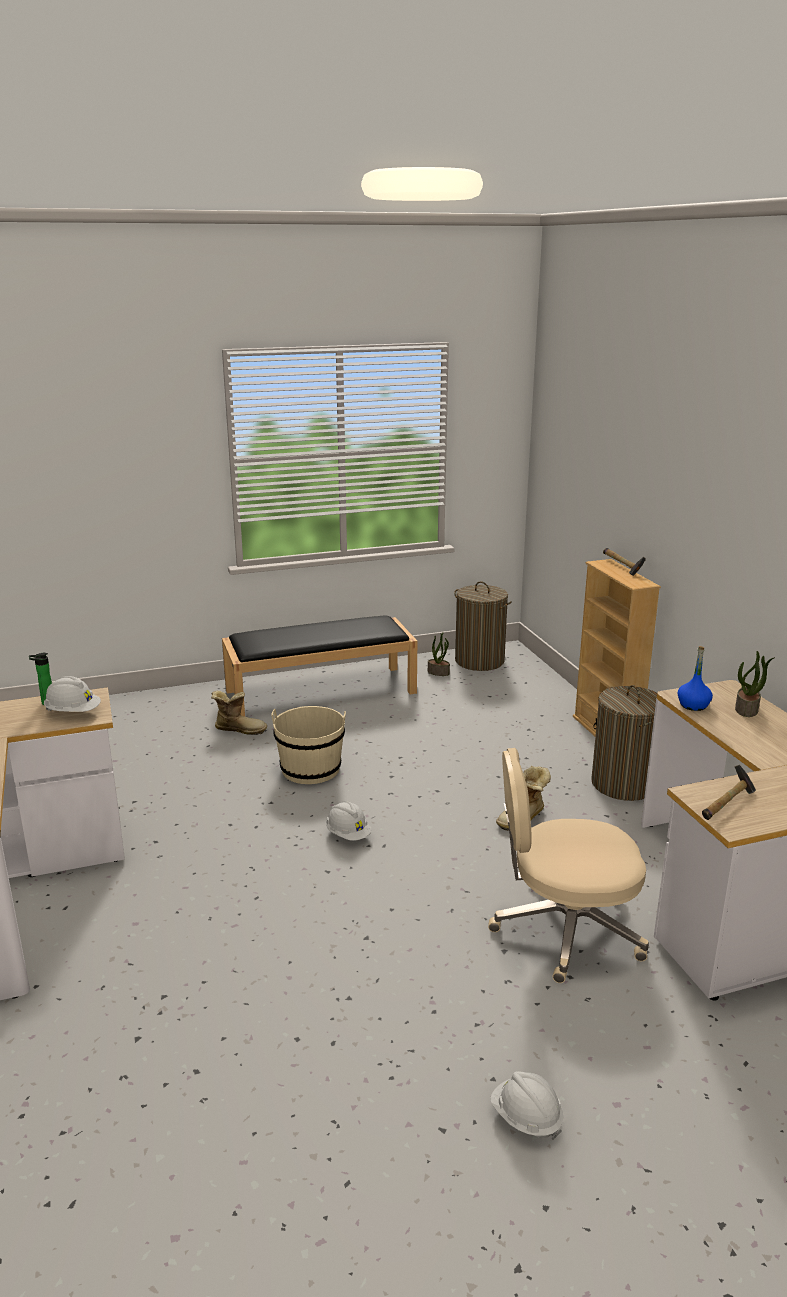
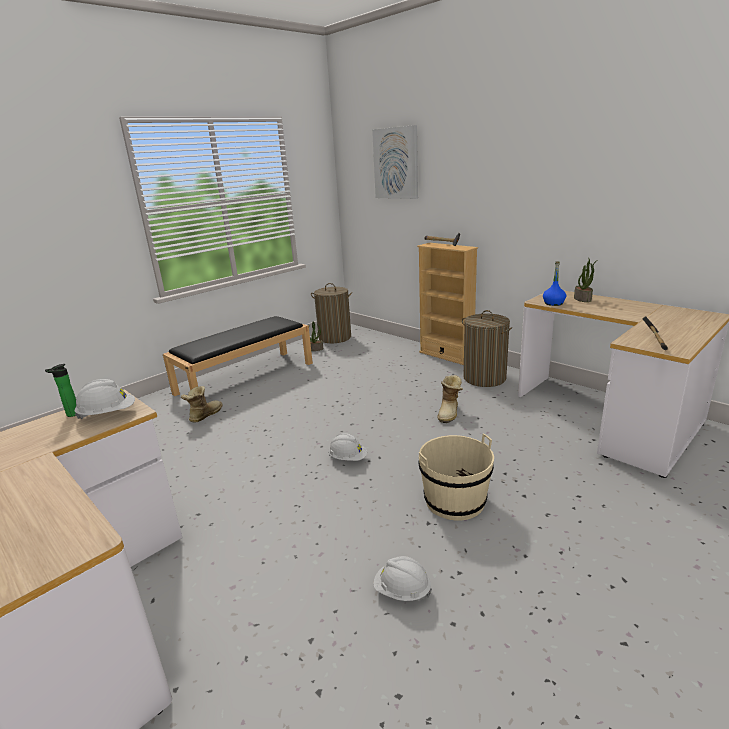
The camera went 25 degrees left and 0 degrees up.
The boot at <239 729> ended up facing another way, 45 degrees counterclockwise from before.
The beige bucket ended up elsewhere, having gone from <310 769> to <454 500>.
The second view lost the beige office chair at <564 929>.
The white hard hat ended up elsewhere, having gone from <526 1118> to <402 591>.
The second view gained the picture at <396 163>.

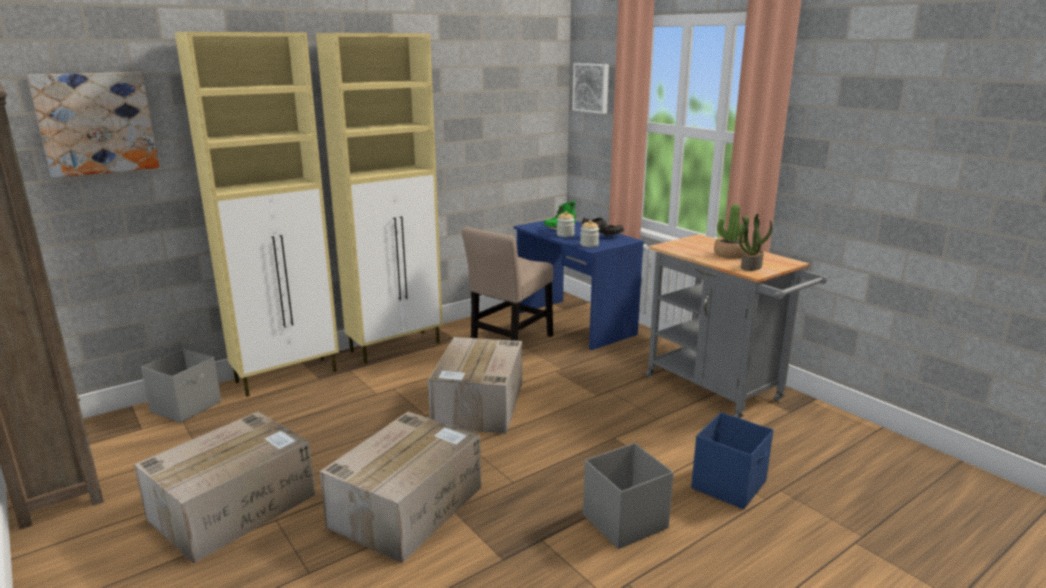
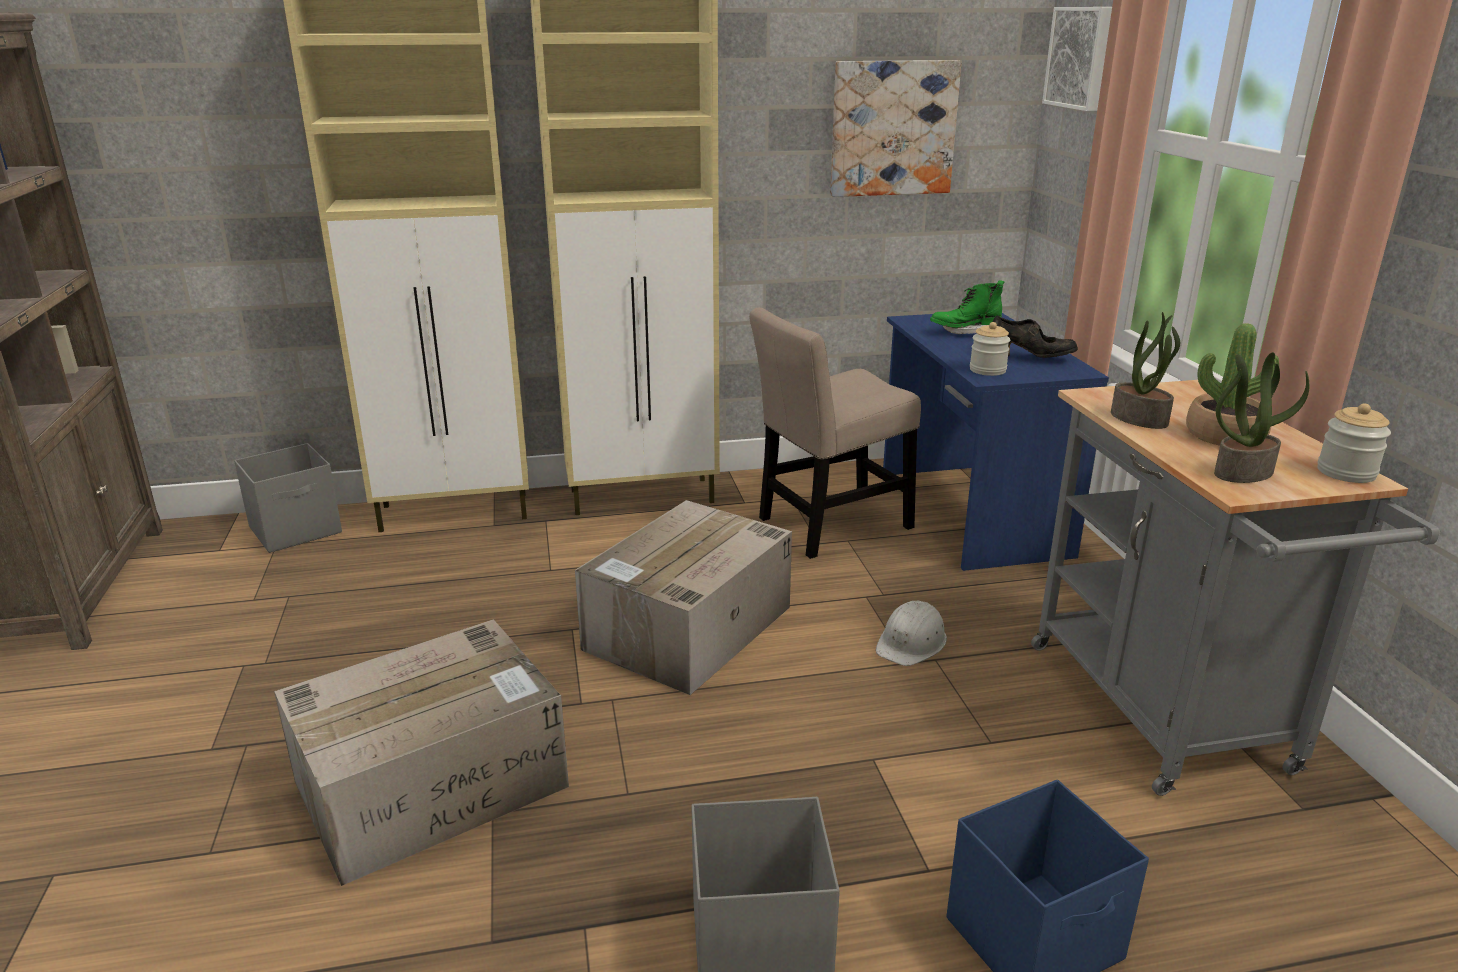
The camera went 25 degrees right and 5 degrees up.
The picture ended up elsewhere, having gone from <96 123> to <892 128>.
The second view lost the cardboard box at <235 506>.
The jar ended up elsewhere, having gone from <565 235> to <1346 472>.
The second view gained the white hard hat at <912 642>.
The second view gained the potted plant at <1140 419>.

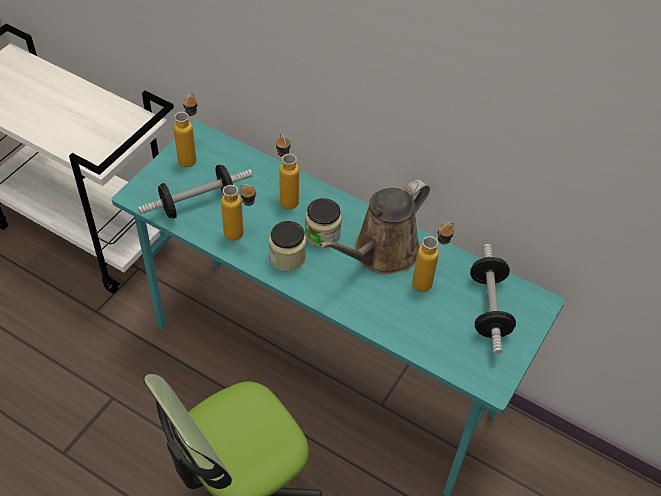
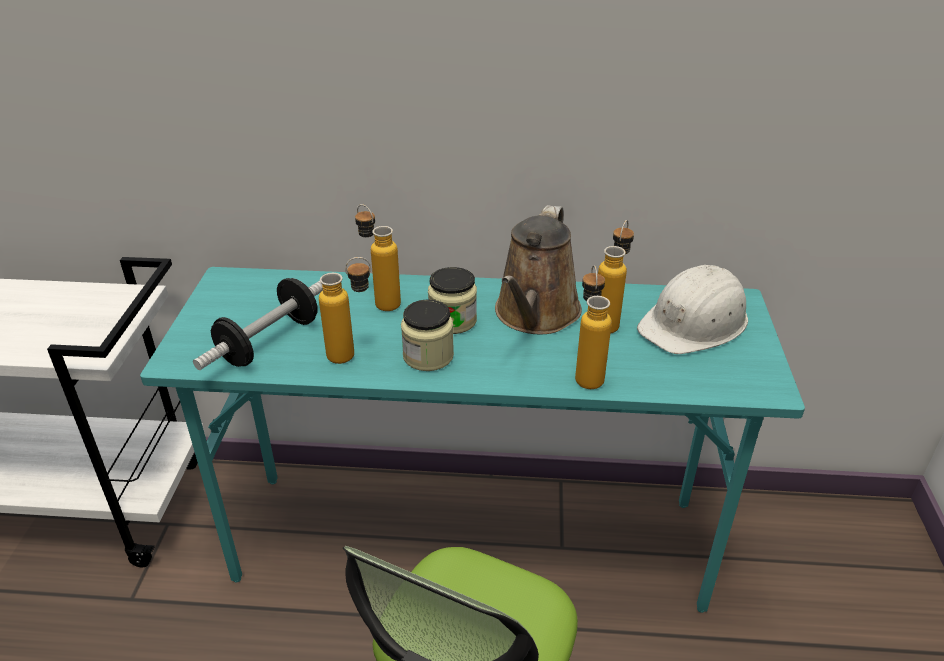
The camera went 25 degrees left and 15 degrees down.
The bottle ended up elsewhere, having gone from <191 156> to <587 373>.
Where the dumbbell stood at <488 308>, the white hard hat came to stand at <695 322>.

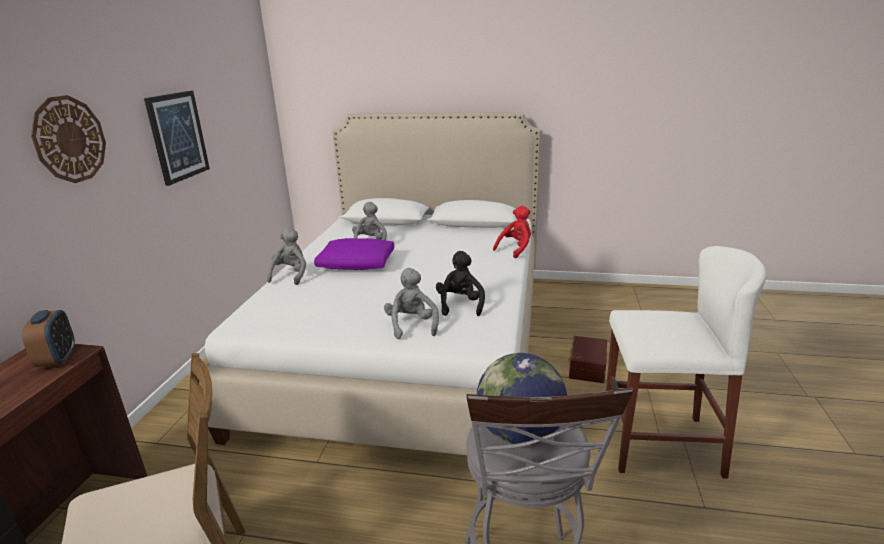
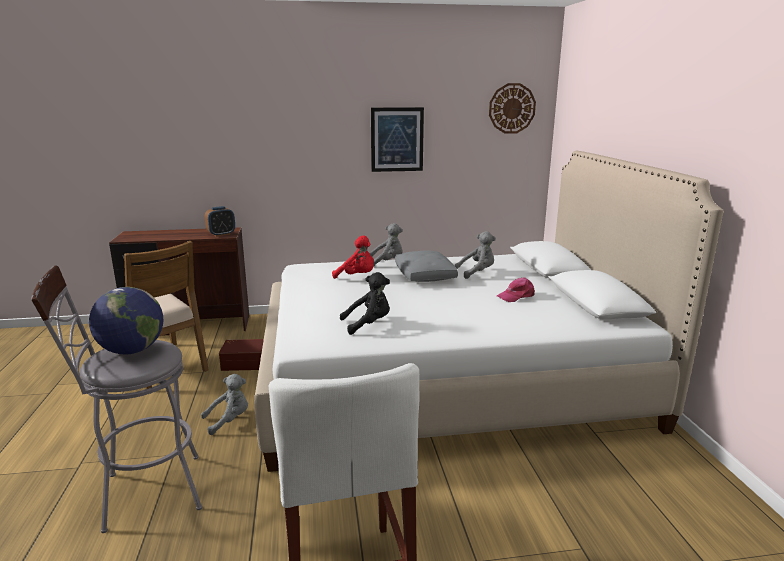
The camera went 70 degrees right and 5 degrees down.
The wall clock ended up elsewhere, having gone from <69 139> to <512 108>.
What was the purple pillow at <357 264> turned into the grey pillow at <425 276>.
The grey plush toy ended up elsewhere, having gone from <412 325> to <229 420>.
The red plush toy ended up elsewhere, having gone from <515 249> to <357 277>.
The brown storage box ended up elsewhere, having gone from <586 367> to <245 362>.
The second view gained the pink cap at <516 296>.

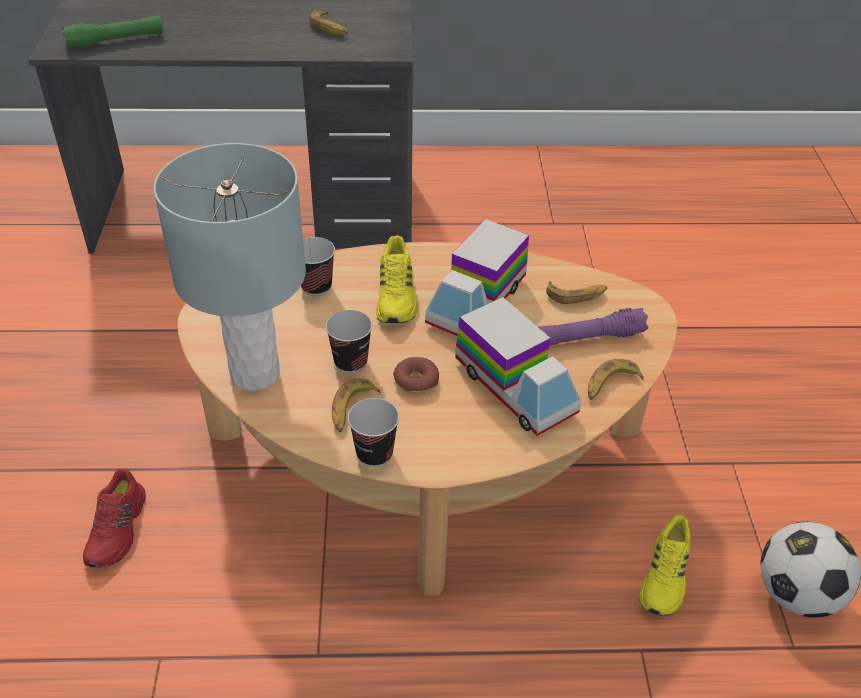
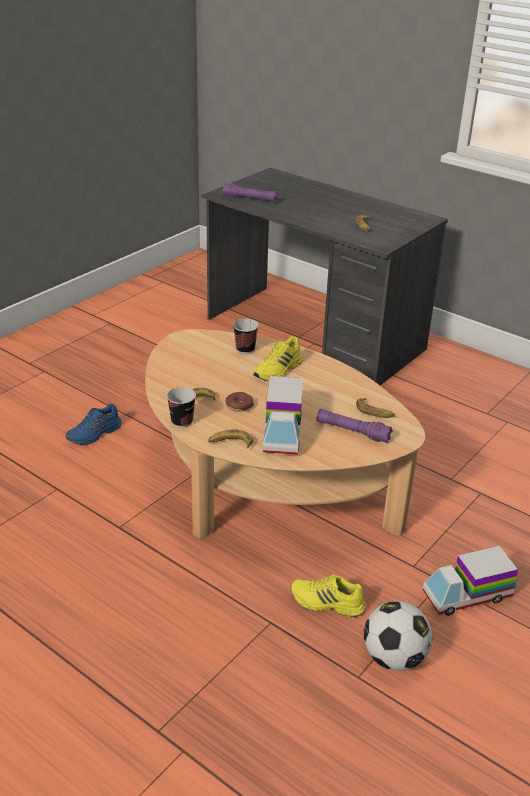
The camera went 40 degrees right and 10 degrees down.
What was the green flashlight at <116 41> turned into the purple flashlight at <250 199>.
What was the red shoe at <118 529> turned into the blue shoe at <95 434>.
The second view lost the grey table lamp at <254 374>.
The second view lost the cup at <350 362>.
The toy truck ended up elsewhere, having gone from <476 302> to <467 595>.
The banana ended up elsewhere, having gone from <610 385> to <230 443>.
The yellow shoe at <666 576> ended up facing another way, 45 degrees clockwise from before.

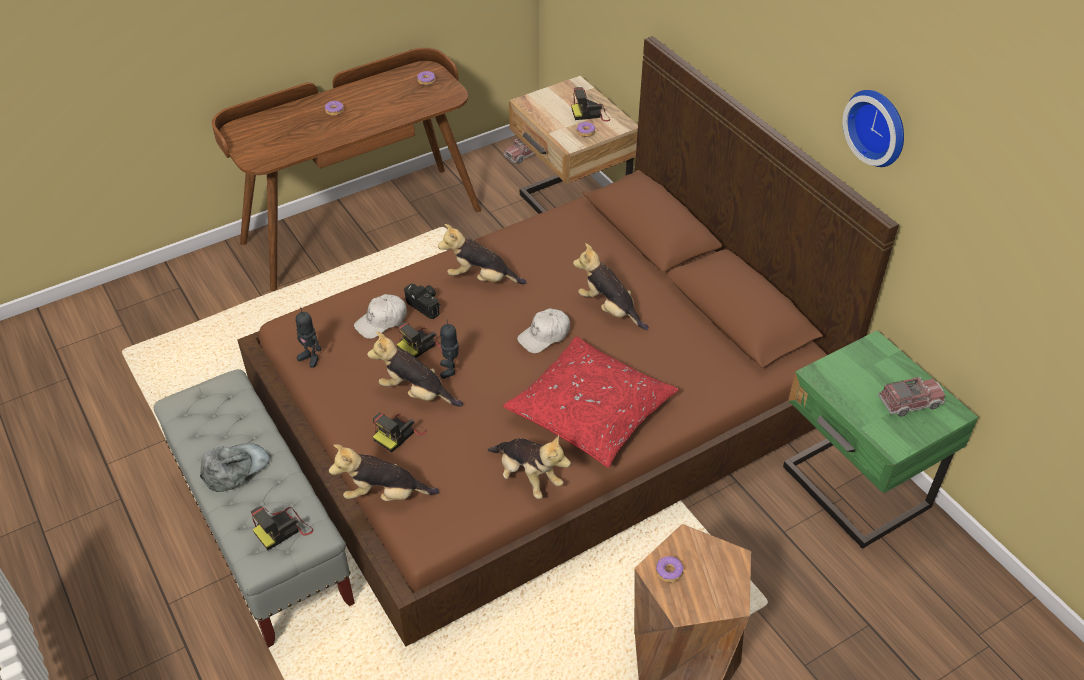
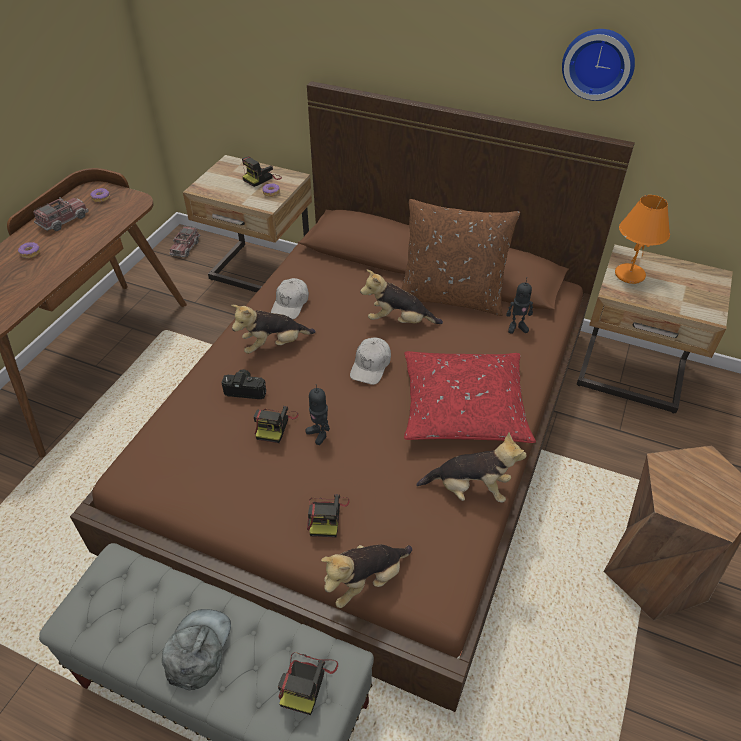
The camera went 35 degrees left and 0 degrees up.
The toy robot ended up elsewhere, having gone from <310 358> to <517 327>.
The white cap ended up elsewhere, having gone from <381 321> to <290 304>.
The second view lost the plush toy at <416 393>.
The second view lost the donut at <668 572>.
What was the green nightstand at <852 490> turned into the beige nightstand at <631 377>.
The toy truck ended up elsewhere, having gone from <909 402> to <63 220>.
The second view gained the brown pillow at <452 297>.
The second view gained the orange table lamp at <629 274>.

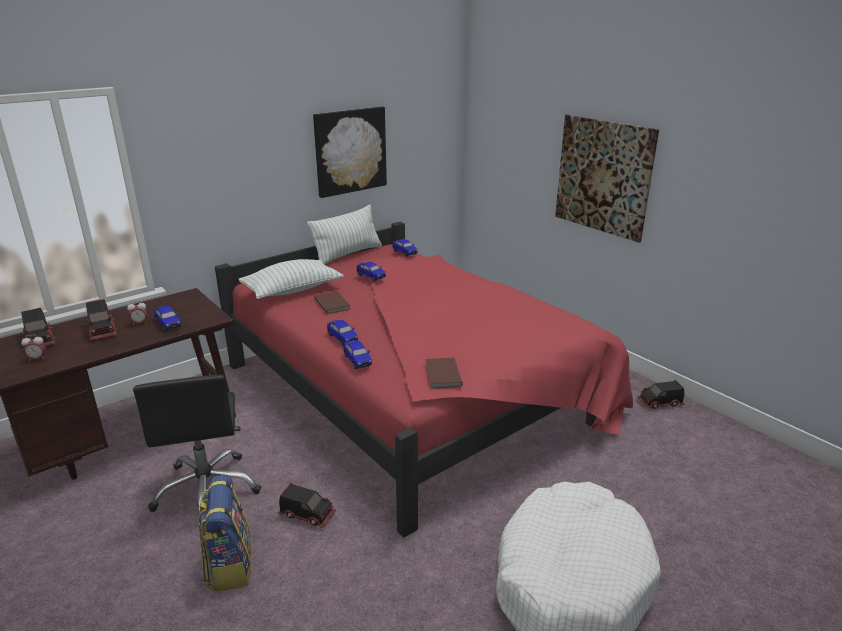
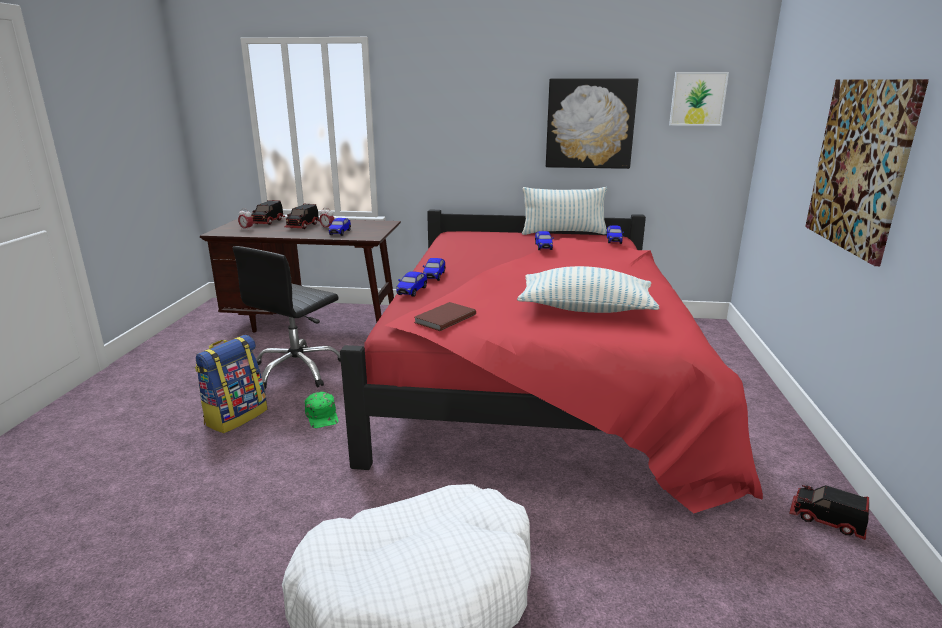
The camera went 45 degrees right and 5 degrees down.
The pillow ended up elsewhere, having gone from <292 290> to <585 309>.
Where the toy truck stood at <307 514>, the green cap came to stand at <322 415>.
The second view lost the brown book at <333 304>.
The second view gained the picture at <698 99>.

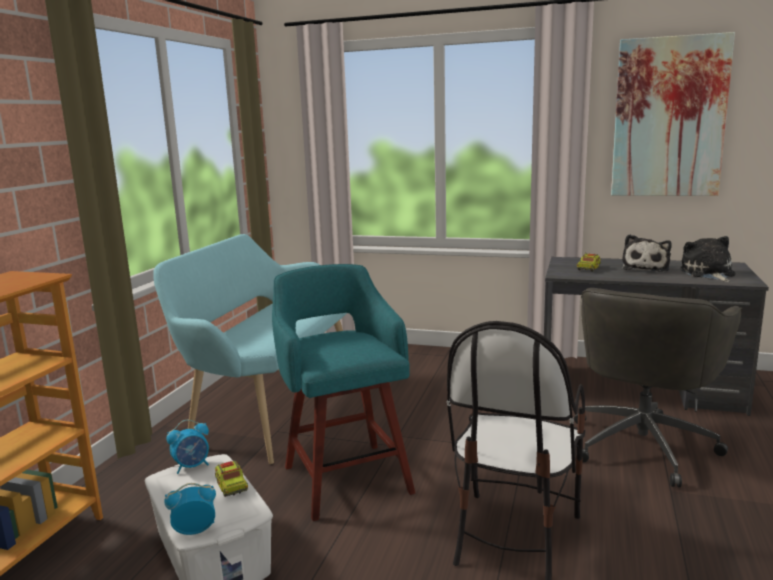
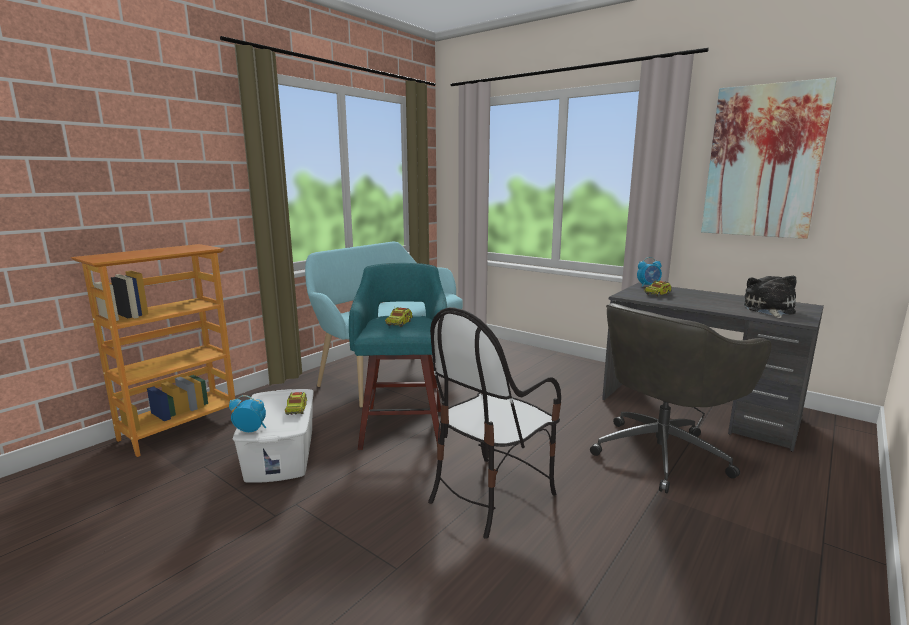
The camera went 20 degrees right and 0 degrees up.
The alarm clock ended up elsewhere, having gone from <192 466> to <648 286>.
The second view lost the plush toy at <645 268>.
The second view gained the toy truck at <399 323>.

